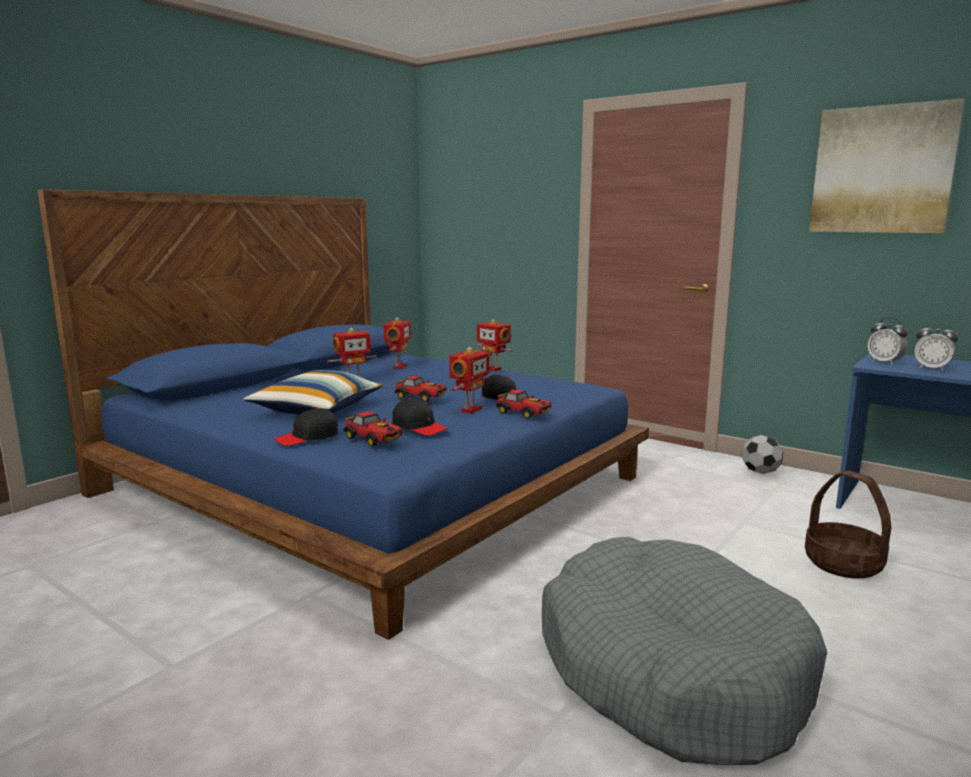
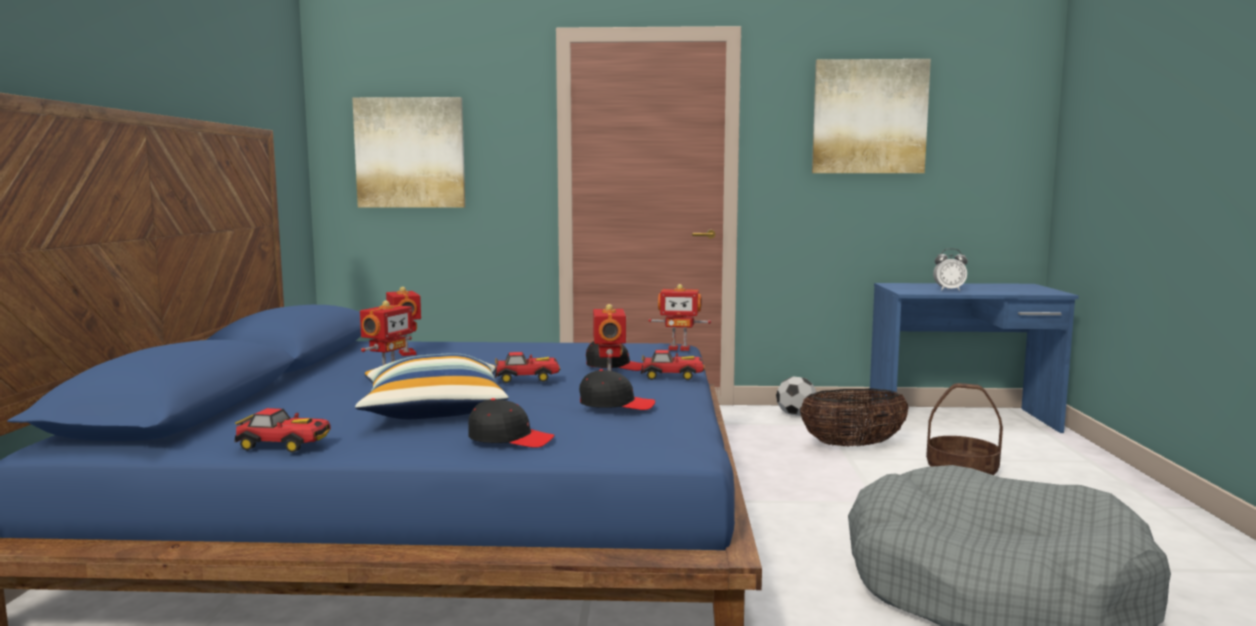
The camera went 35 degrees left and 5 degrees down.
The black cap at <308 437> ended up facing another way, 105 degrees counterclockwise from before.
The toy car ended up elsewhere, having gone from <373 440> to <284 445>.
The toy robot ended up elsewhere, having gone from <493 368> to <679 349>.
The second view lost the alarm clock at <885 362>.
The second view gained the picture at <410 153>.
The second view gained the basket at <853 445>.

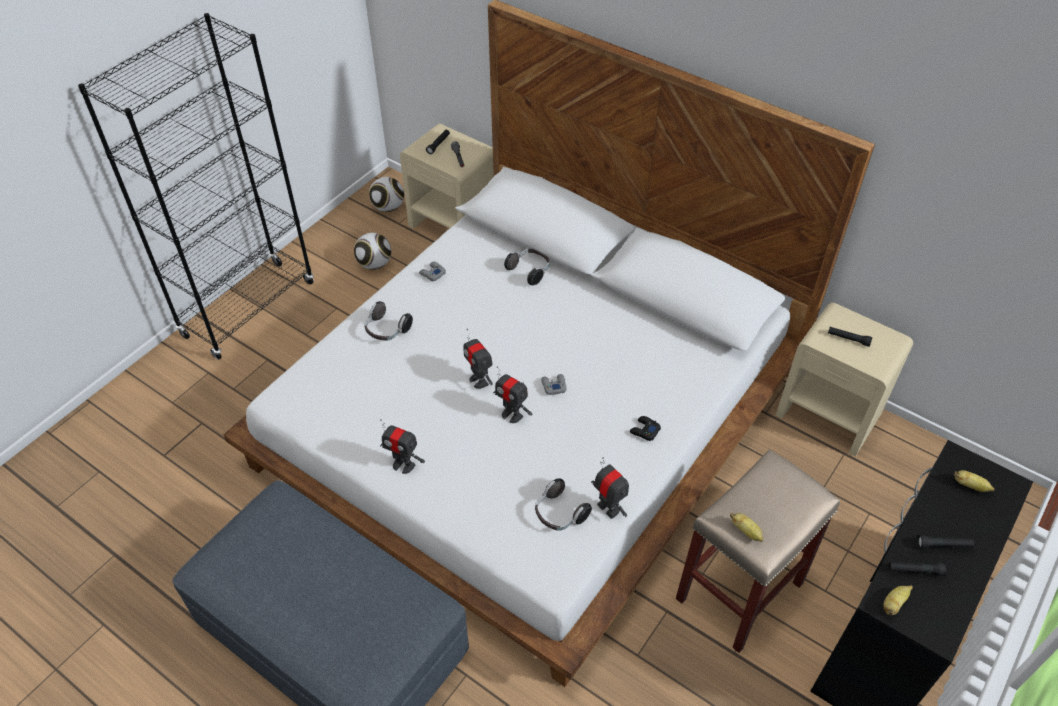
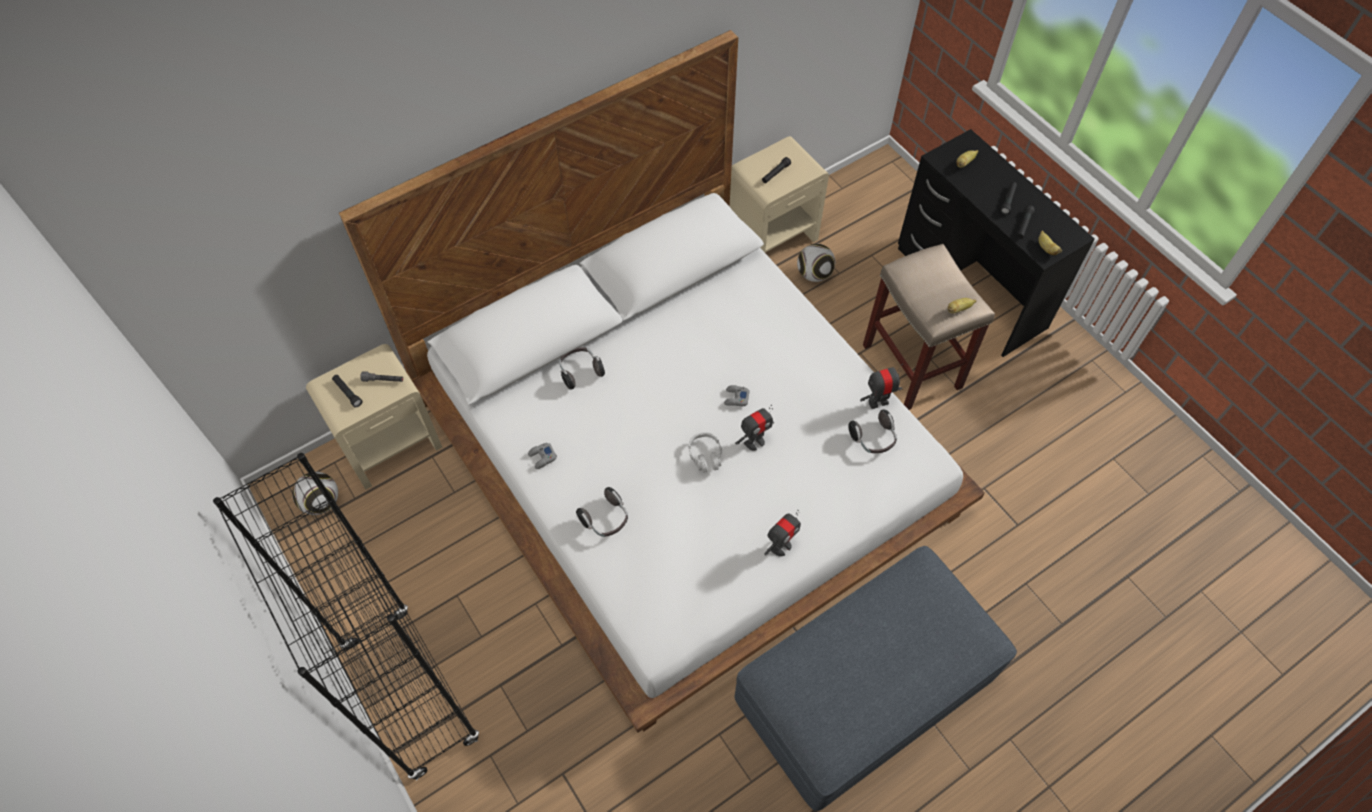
The camera went 70 degrees left and 10 degrees up.
The football ended up elsewhere, having gone from <375 264> to <814 274>.
Where the toy robot stood at <479 380>, the grey headphones came to stand at <705 456>.
The second view lost the black game controller at <644 431>.

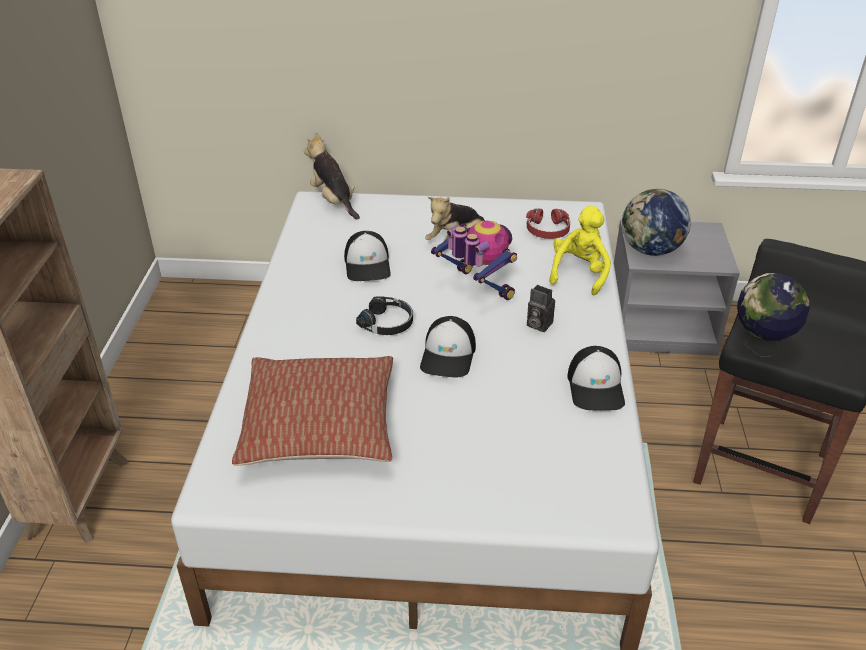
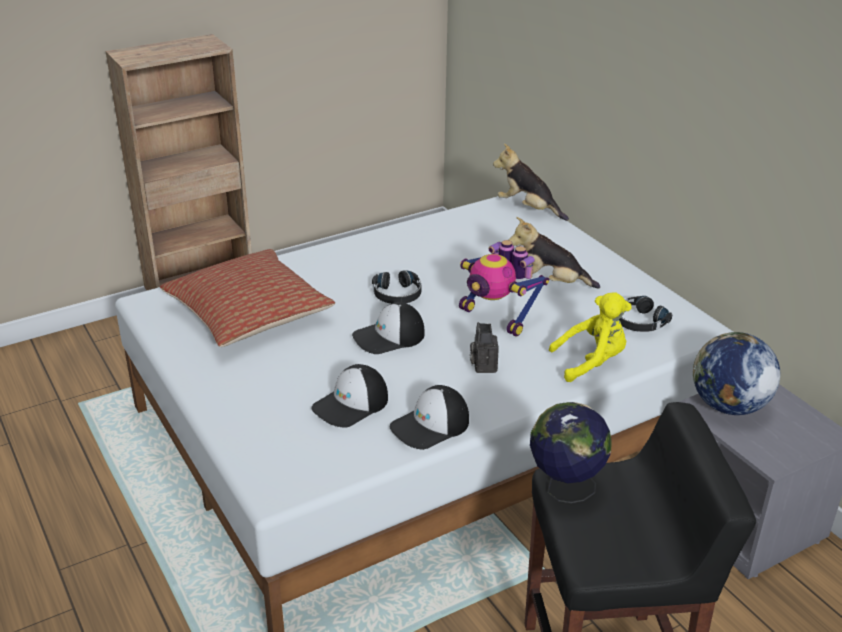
The camera went 55 degrees right and 5 degrees down.
The plush toy at <334 201> ended up facing another way, 75 degrees counterclockwise from before.
The cap ended up elsewhere, having gone from <368 265> to <351 404>.
The toy robot at <477 288> ended up facing another way, 120 degrees clockwise from before.
What was the red headphones at <547 230> turned into the black headphones at <638 321>.

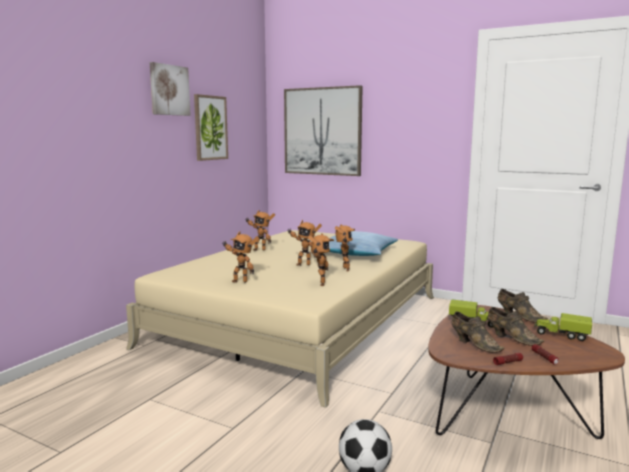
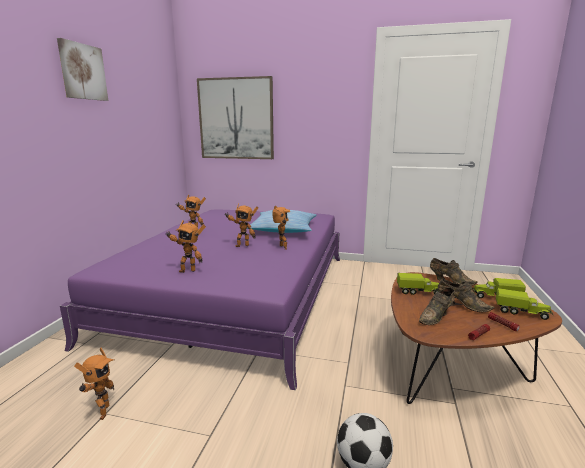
The camera went 15 degrees left and 5 degrees up.
What was the beige bed at <300 320> turned into the purple bed at <236 294>.
The second view lost the picture at <210 128>.
The toy robot ended up elsewhere, having gone from <320 283> to <101 413>.
The brown shoe at <474 344> ended up facing another way, 105 degrees clockwise from before.
The second view gained the toy truck at <522 312>.

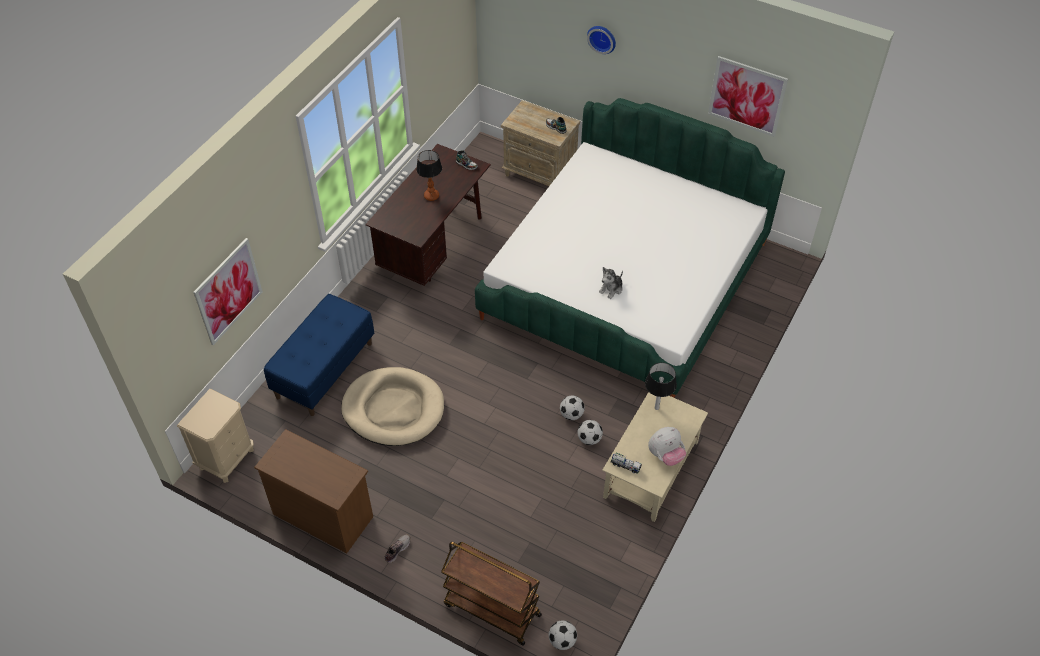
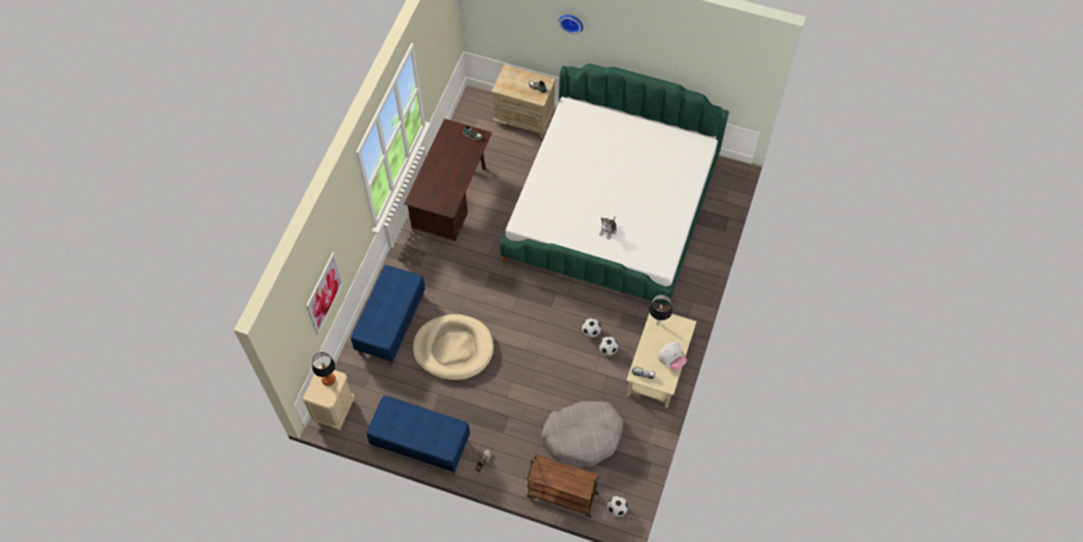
The camera went 10 degrees left and 10 degrees up.
Where the brown dresser stood at <322 515>, the blue bench came to stand at <420 443>.
The table lamp ended up elsewhere, having gone from <431 196> to <329 380>.
The second view lost the picture at <747 96>.
The second view gained the grey dog bed at <582 436>.

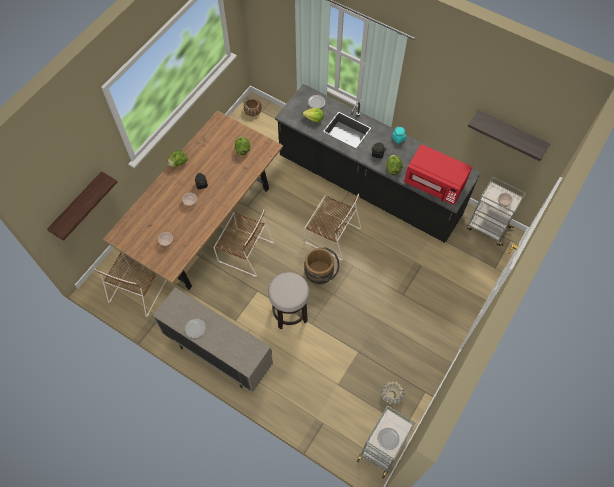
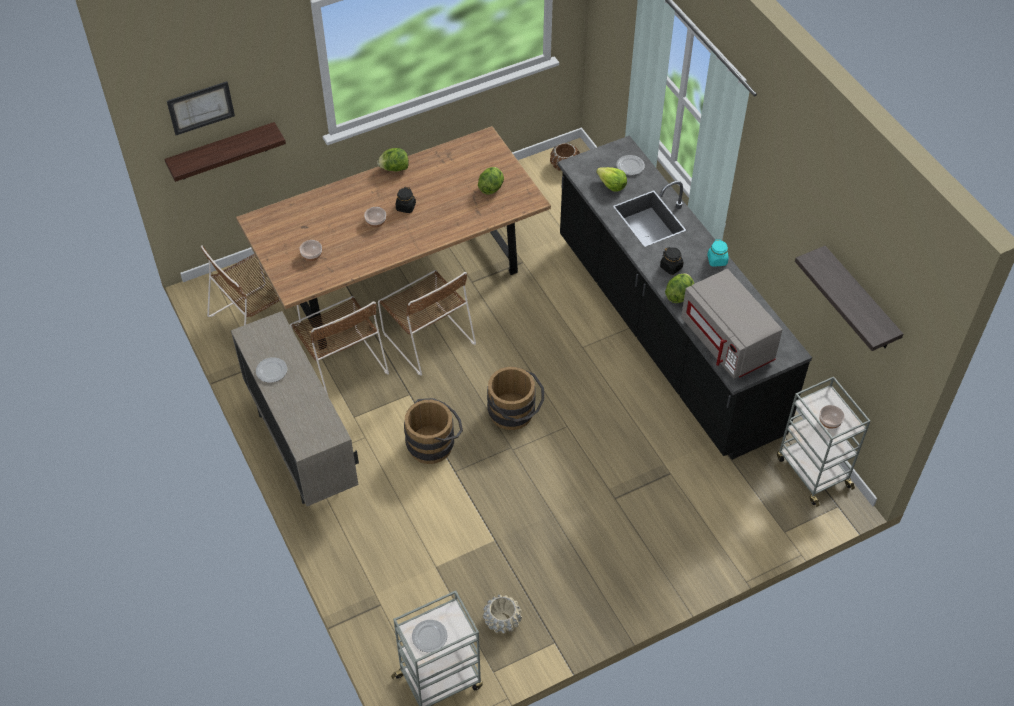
The camera went 30 degrees right and 10 degrees down.
Where the stool stood at <290 312>, the brown bucket came to stand at <434 443>.
The brown chair ended up elsewhere, having gone from <331 234> to <341 363>.
What was the red microwave at <435 184> turned into the grey microwave at <727 341>.
The second view gained the picture at <200 107>.

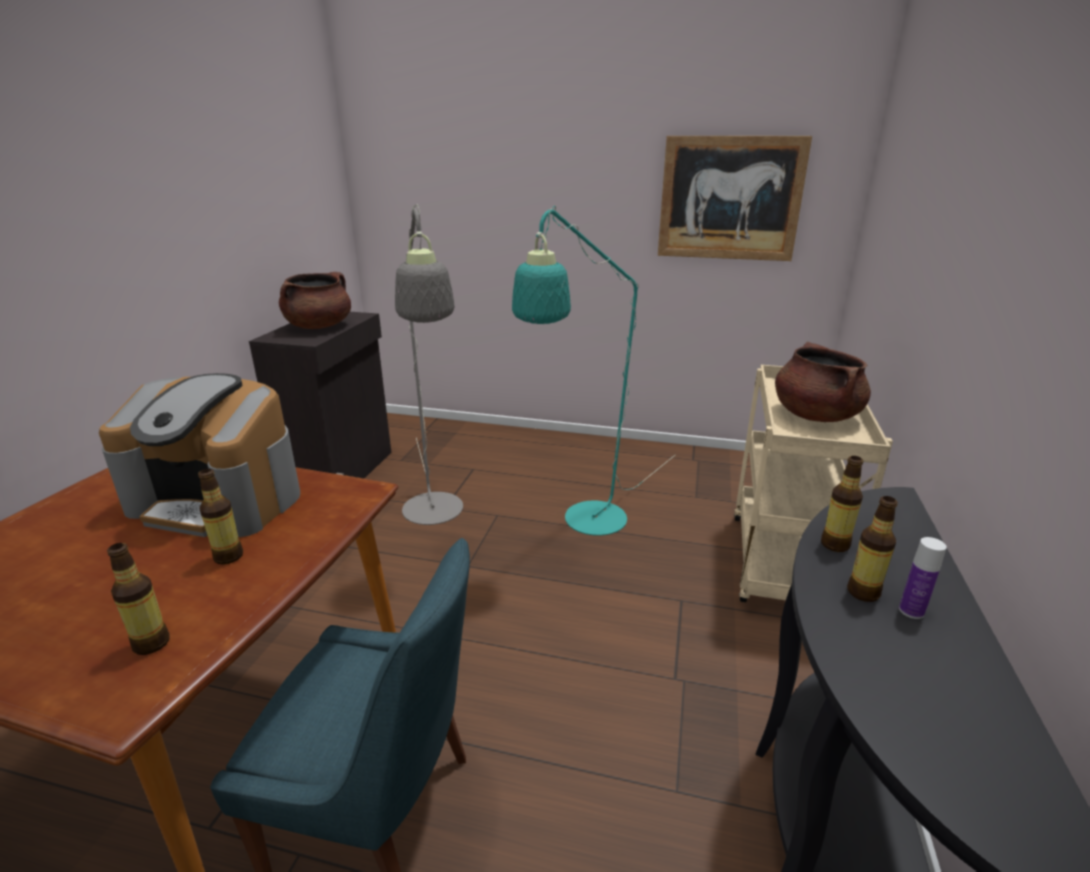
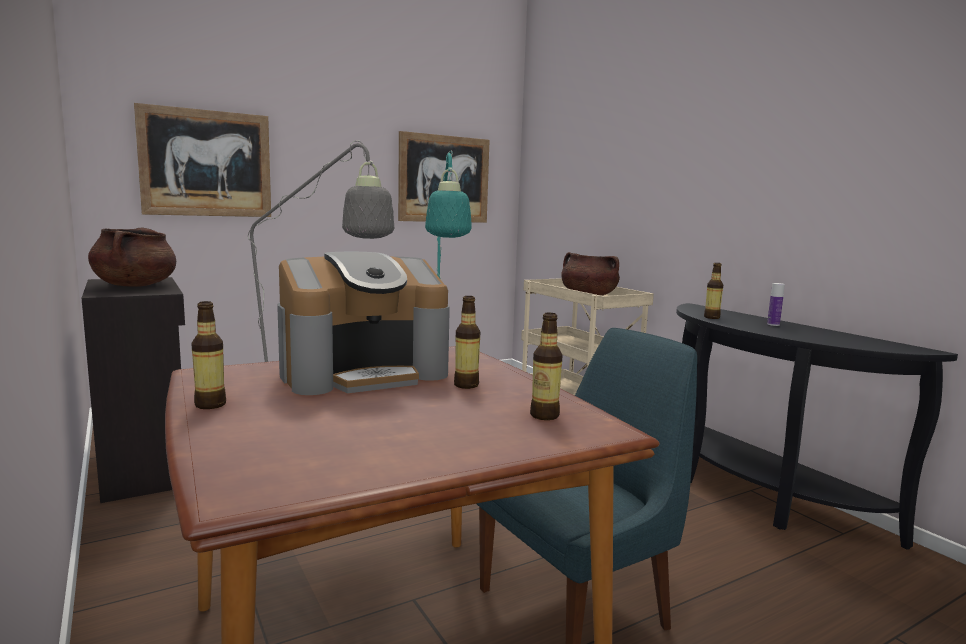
The camera went 45 degrees left and 15 degrees down.
The bottle ended up elsewhere, having gone from <863 592> to <210 405>.
The second view gained the picture at <206 163>.

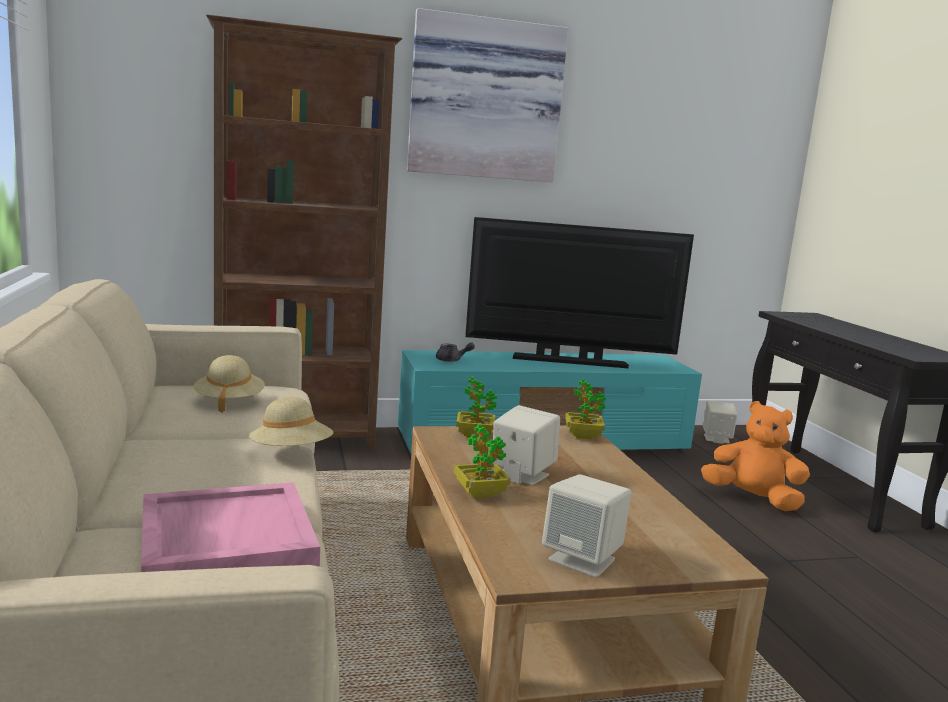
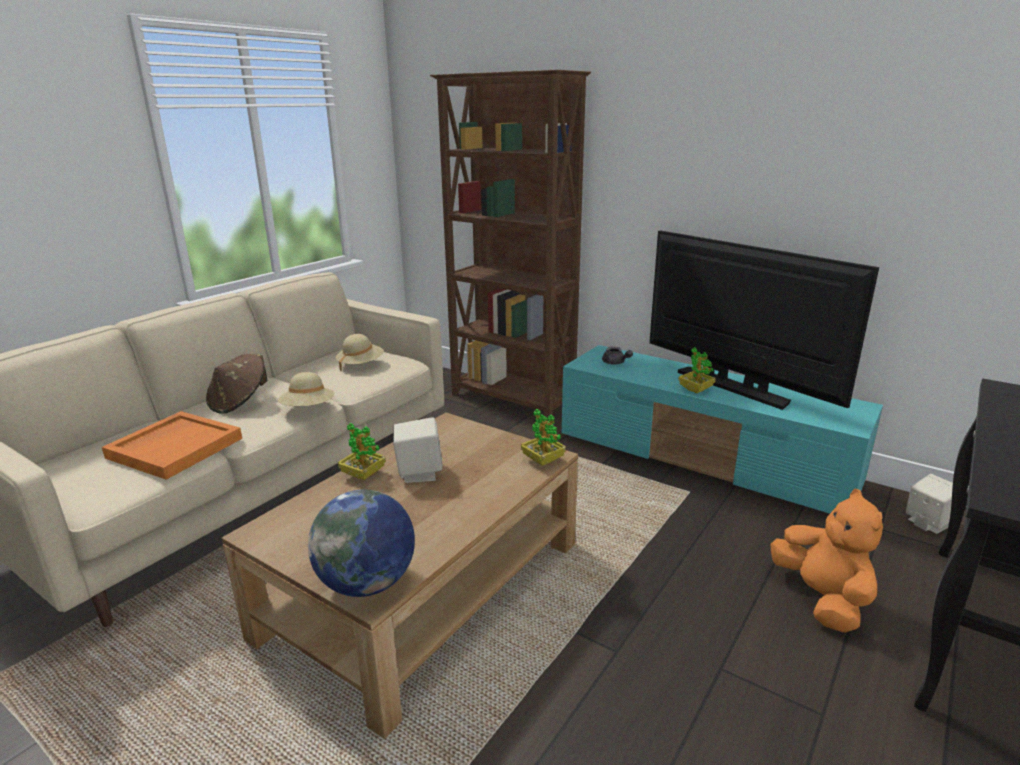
The camera went 50 degrees right and 10 degrees up.
What was the pink tray at <225 538> turned into the orange tray at <175 447>.
The second view lost the picture at <485 100>.
The potted plant ended up elsewhere, having gone from <474 436> to <695 390>.
The second view lost the beige speaker at <583 559>.
The second view gained the brown hat at <239 402>.
The second view gained the globe at <367 583>.

